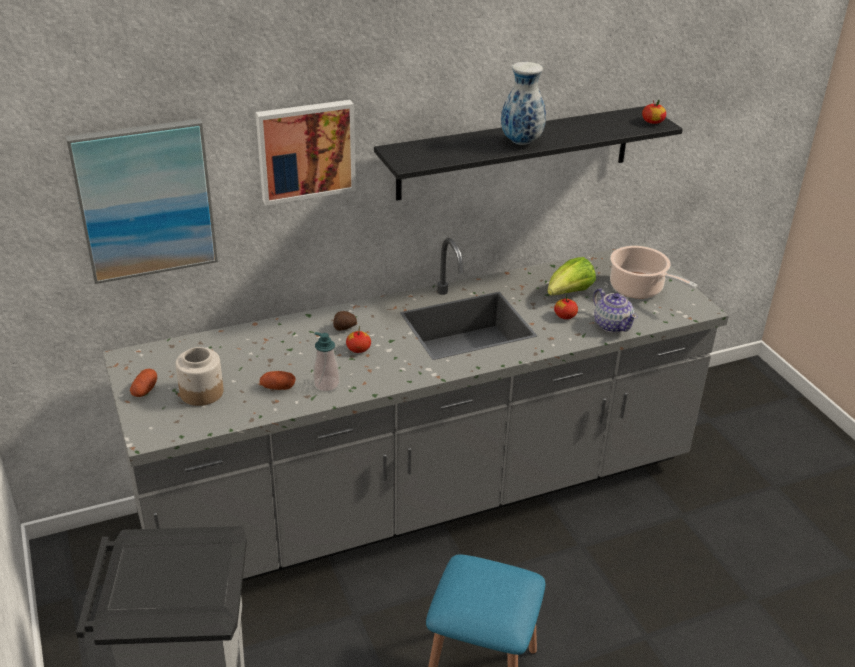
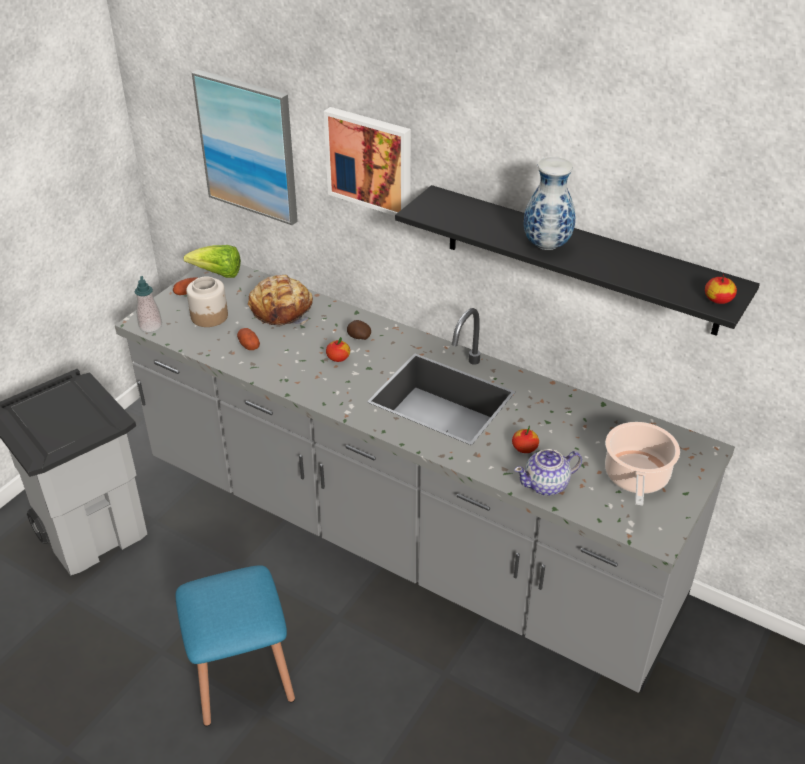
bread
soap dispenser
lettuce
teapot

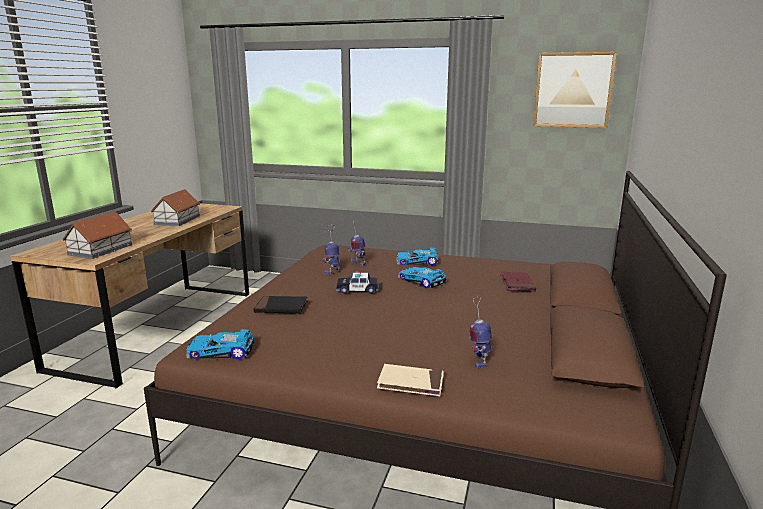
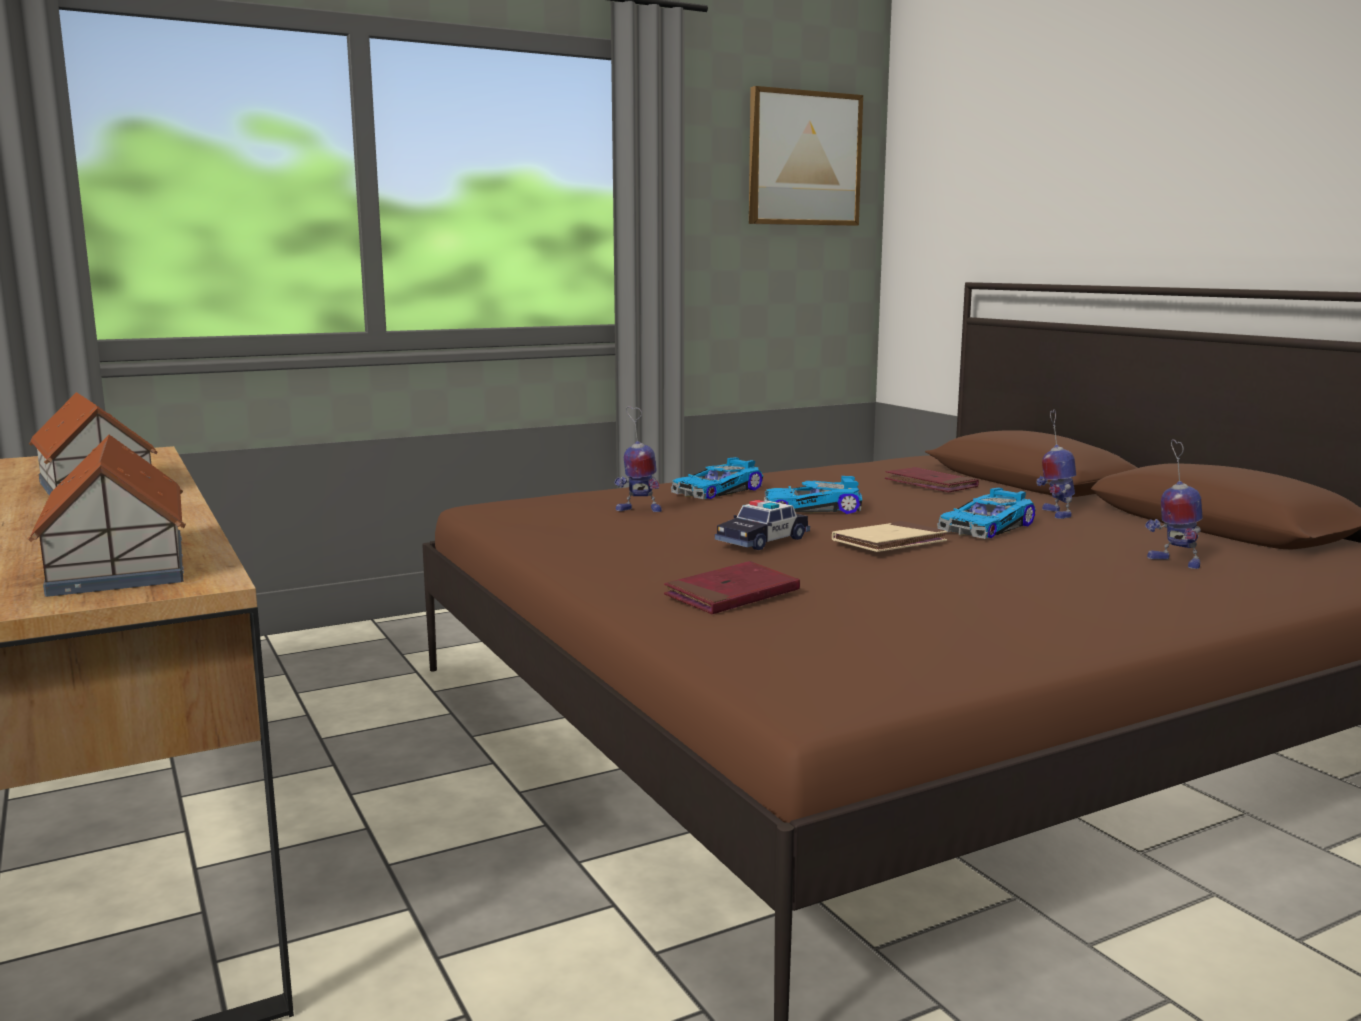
toy car (4th from left)
toy robot (2nd from left)
bound book (beige-coloured)
bound book (red) (1st from left)

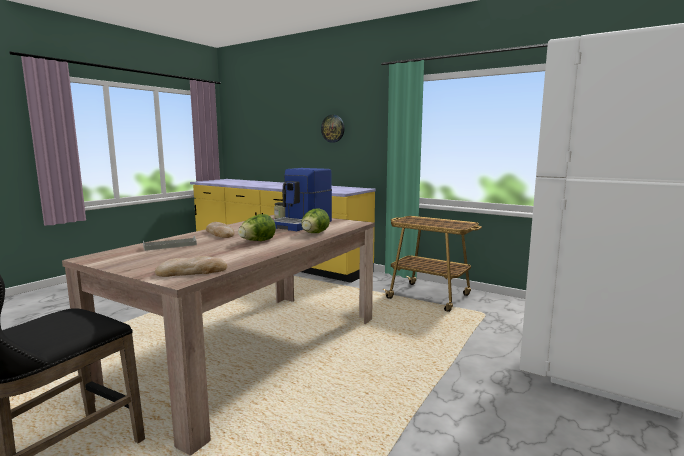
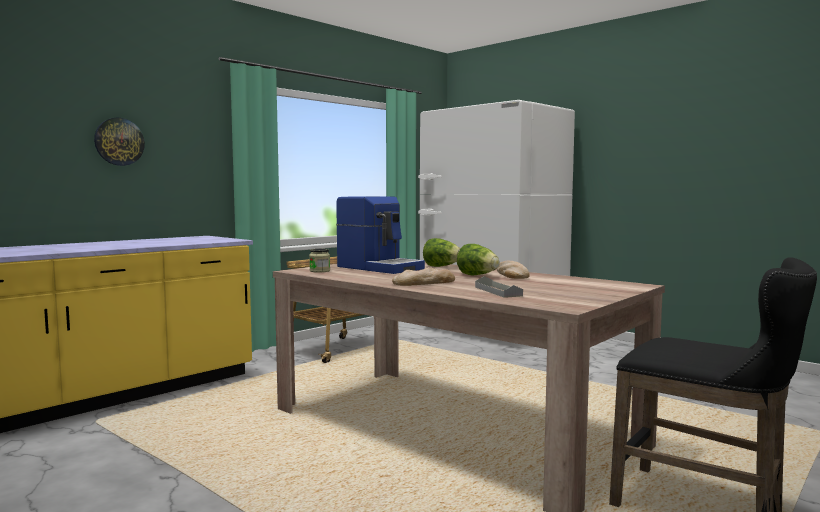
bread (2nd from left)

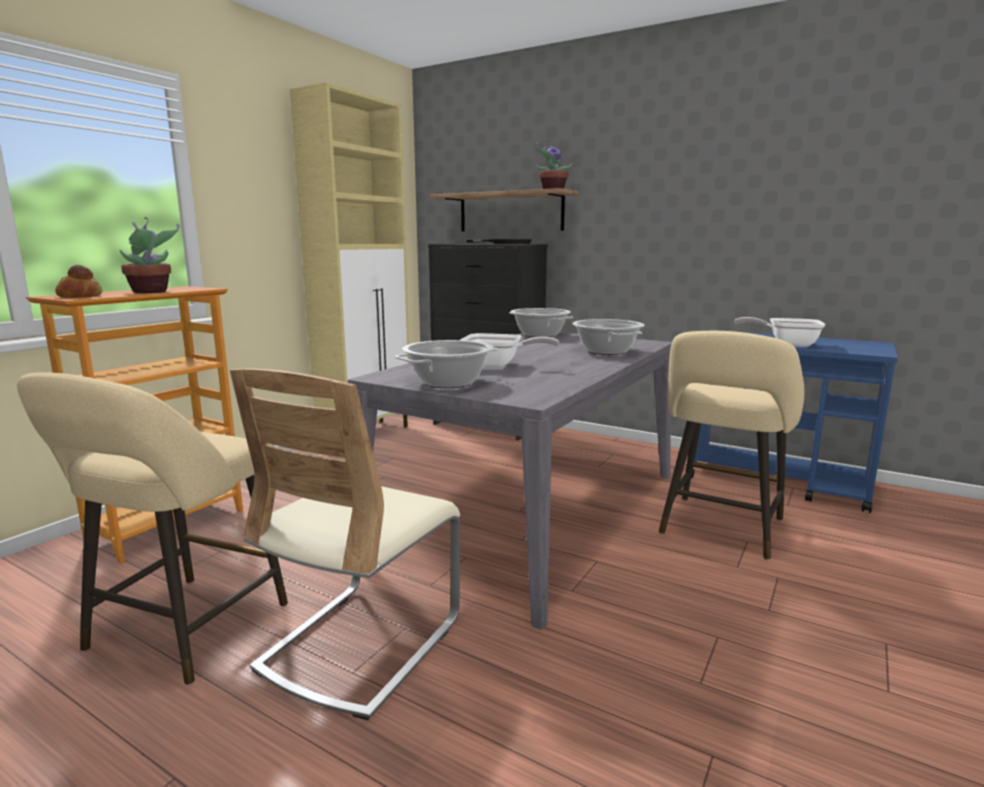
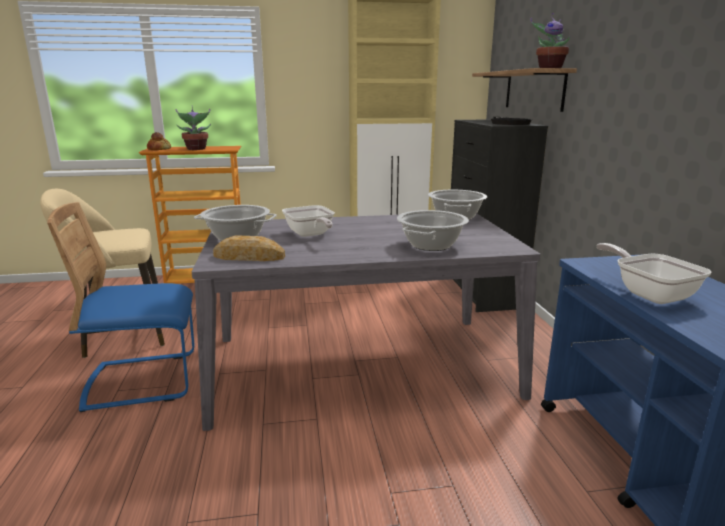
sitting stool (beige-coloured) (2nd from left in the first image)
bread (2nd from left)
plain chair (blue)

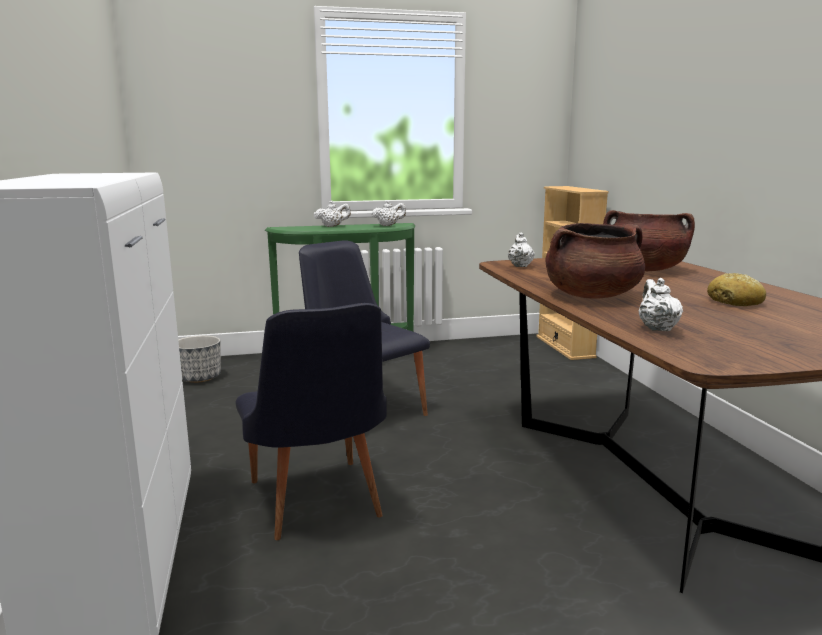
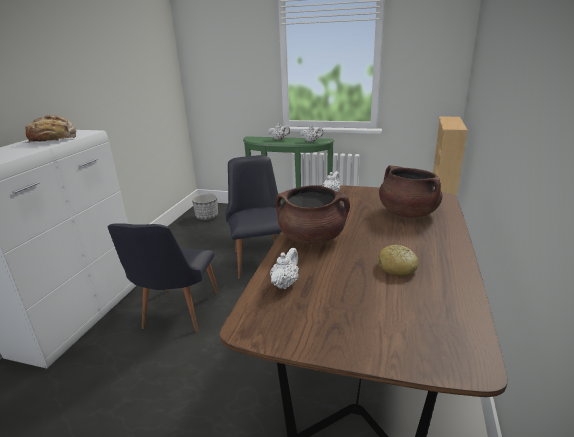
bread (1st from left)

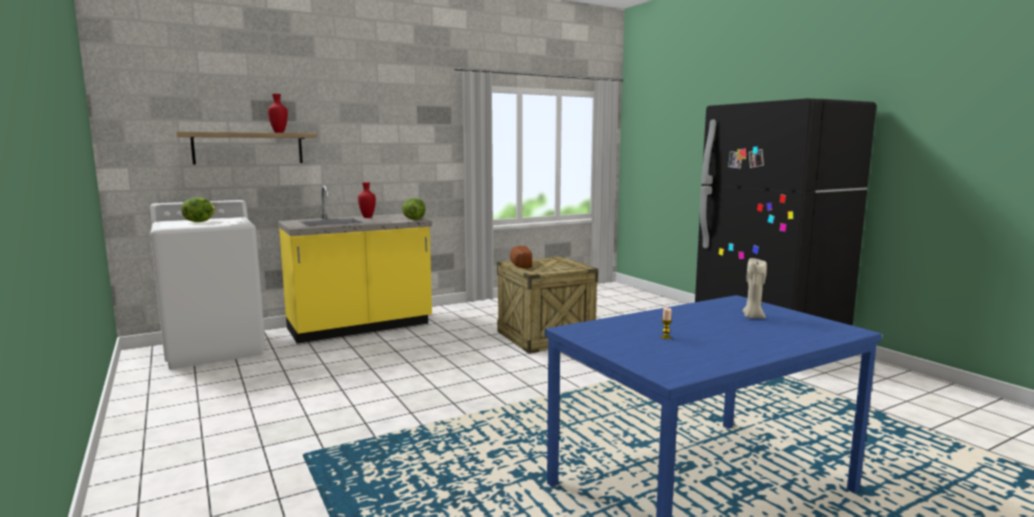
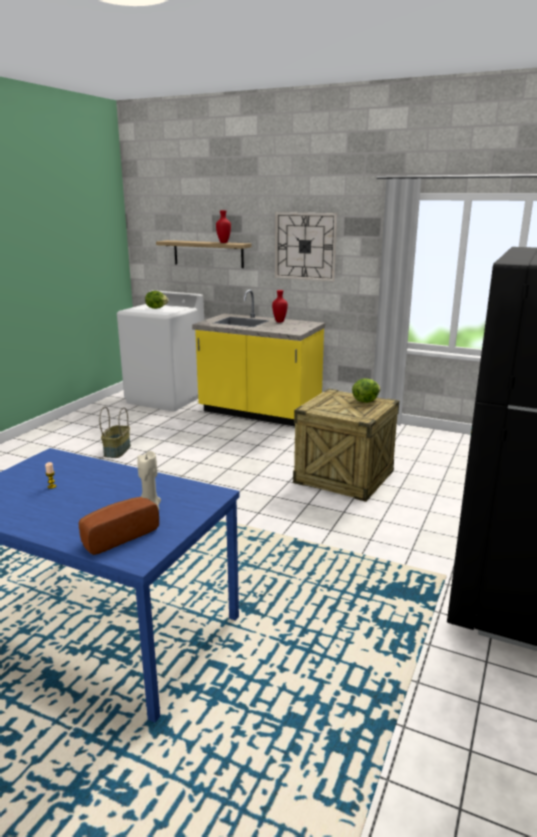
household basket
clock on the wall
lettuce (2nd from left)
bread

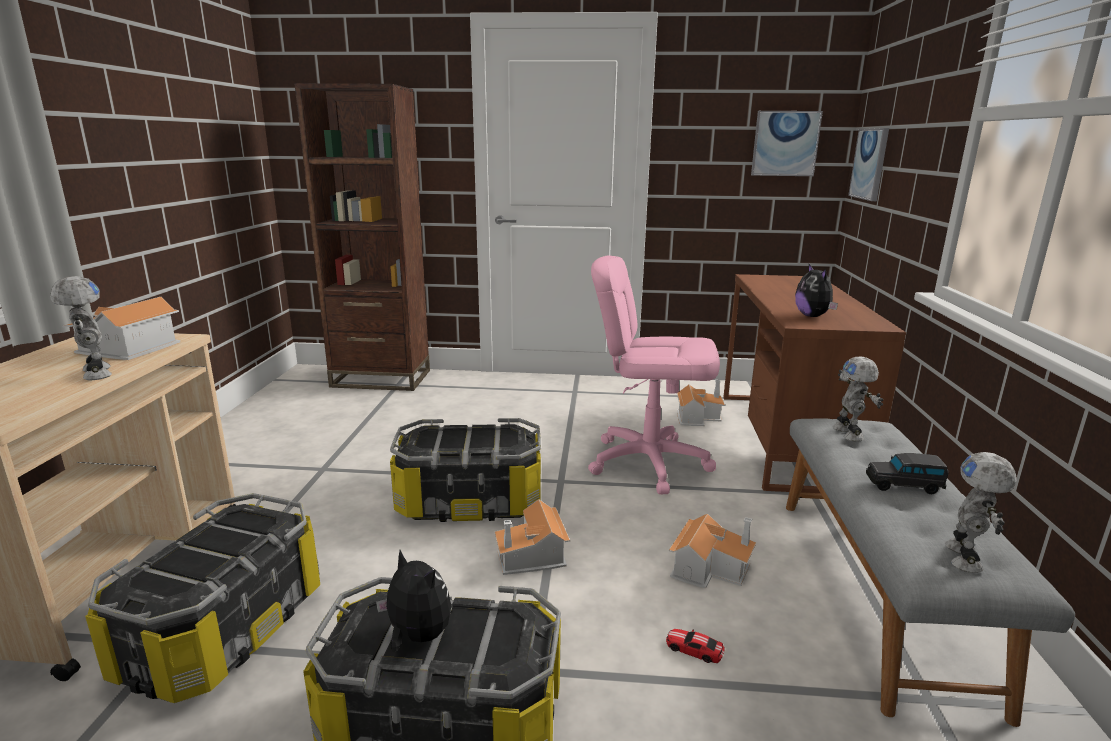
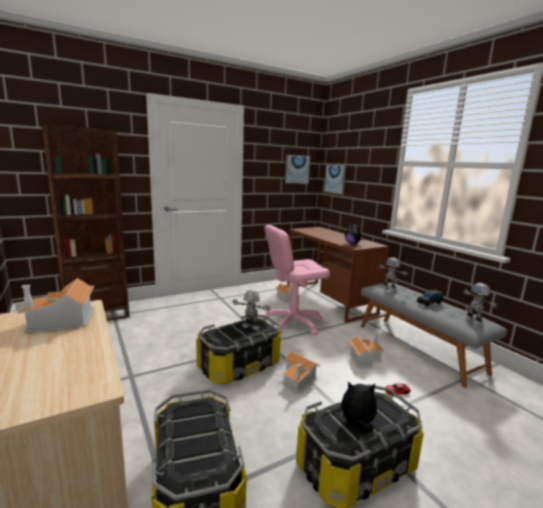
toy robot (1st from left)

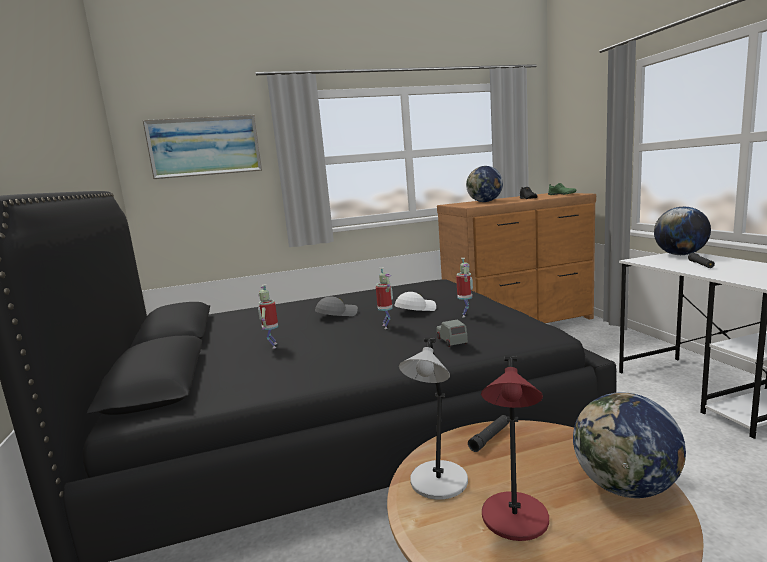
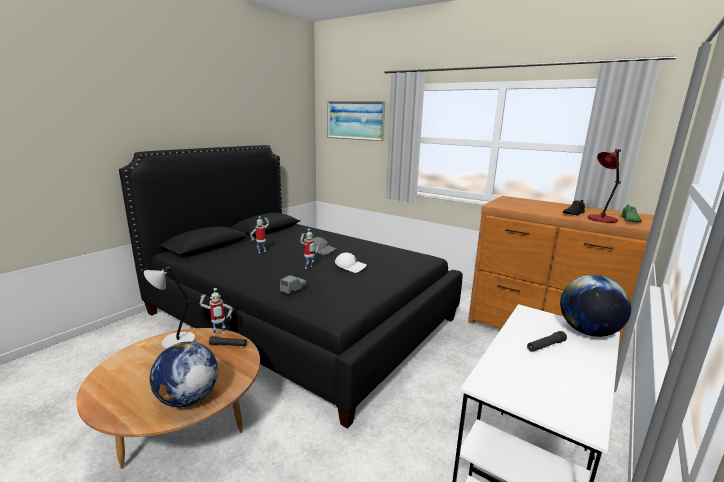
desk globe (1st from left in the first image)
toy robot (1st from left)
tabletop lamp (red)

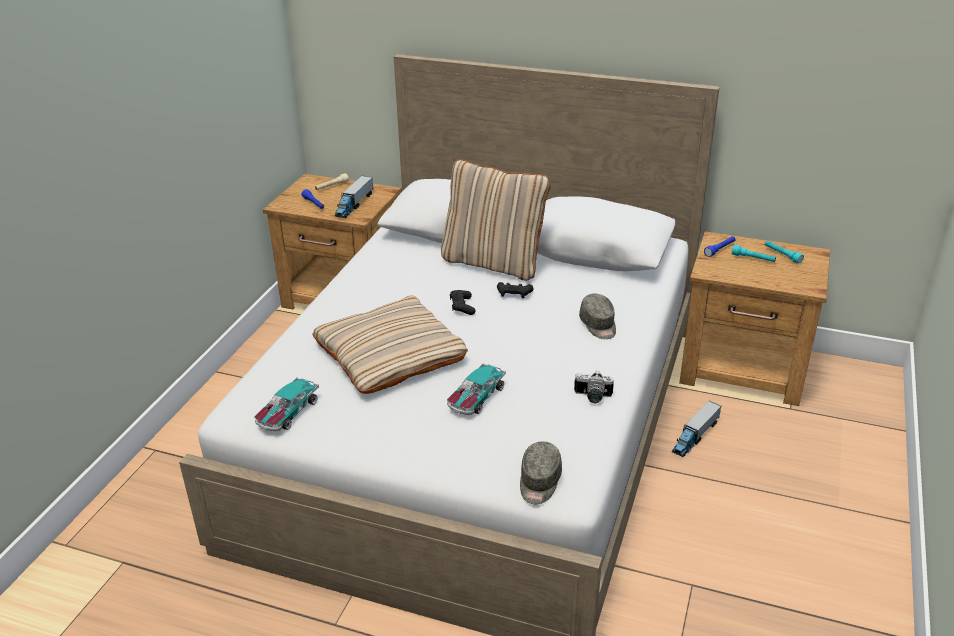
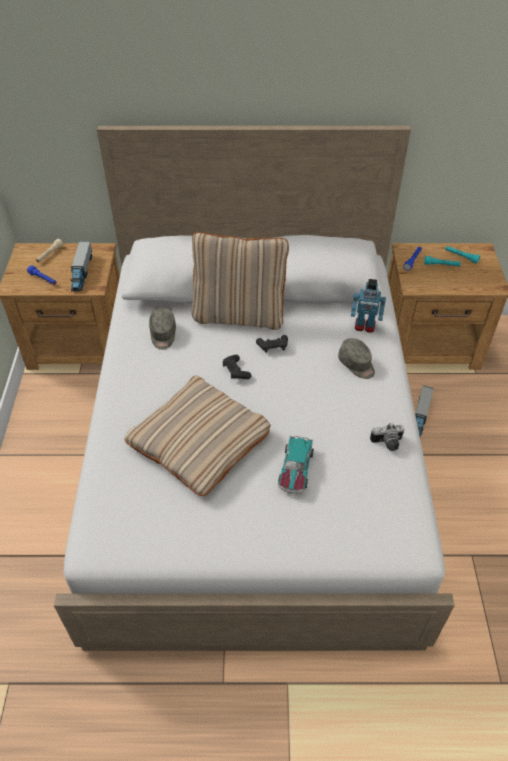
toy car (1st from left in the first image)
toy robot
cap (greyish) (1st from left)

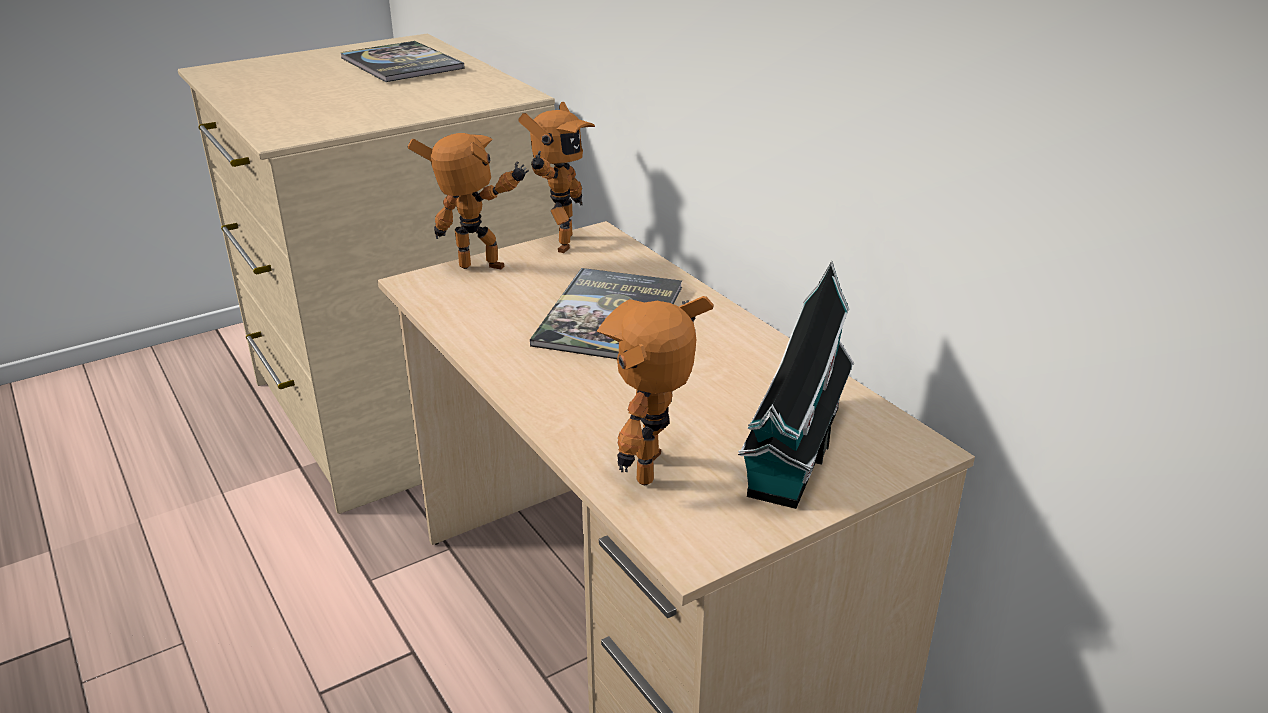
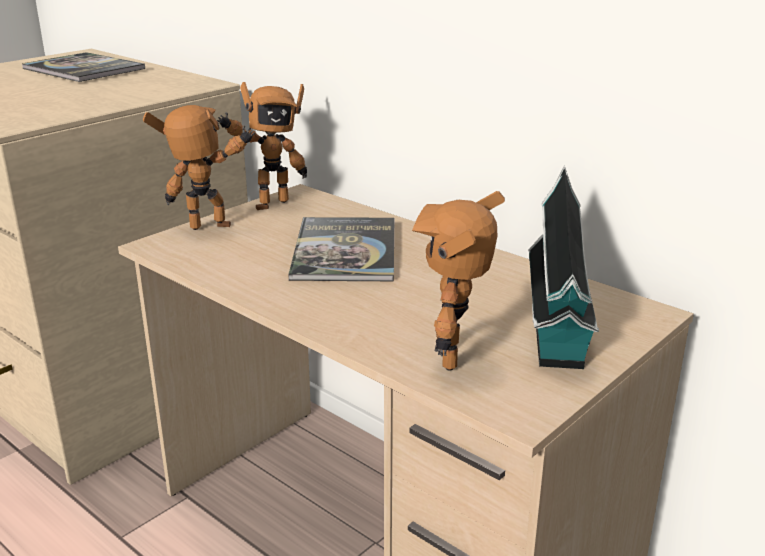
toy robot (2nd from left)

